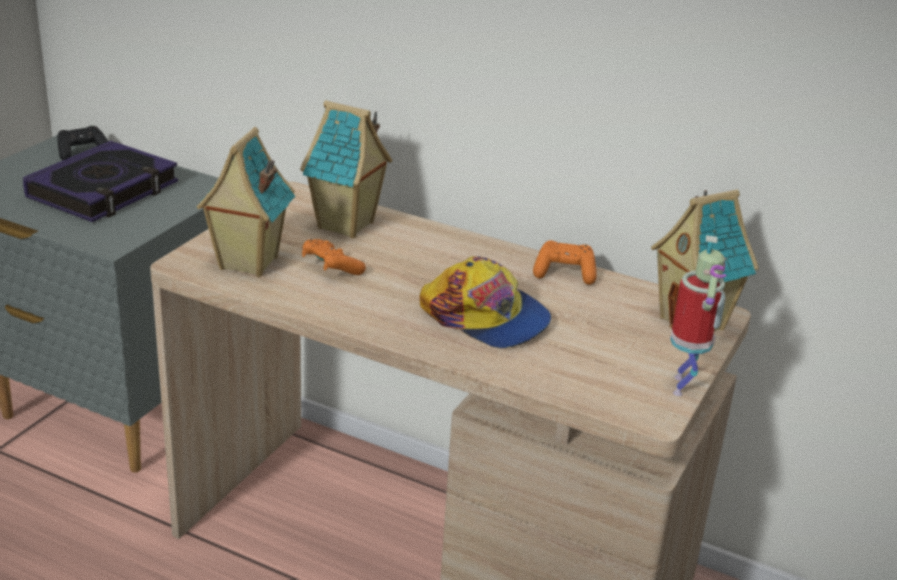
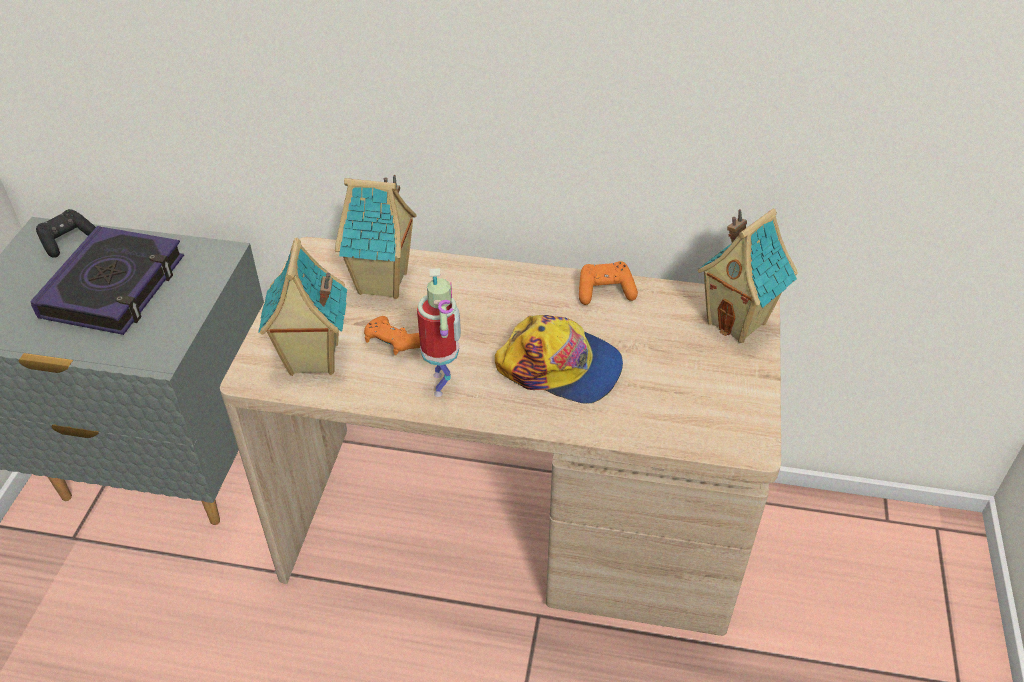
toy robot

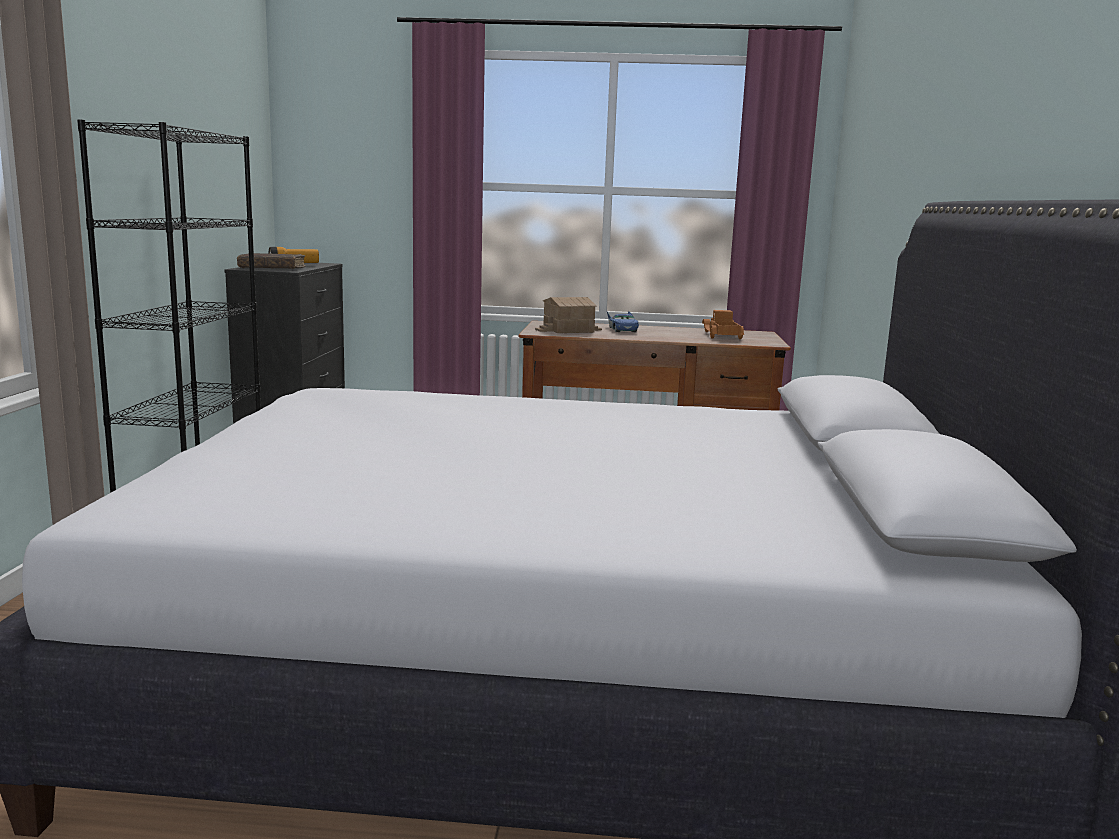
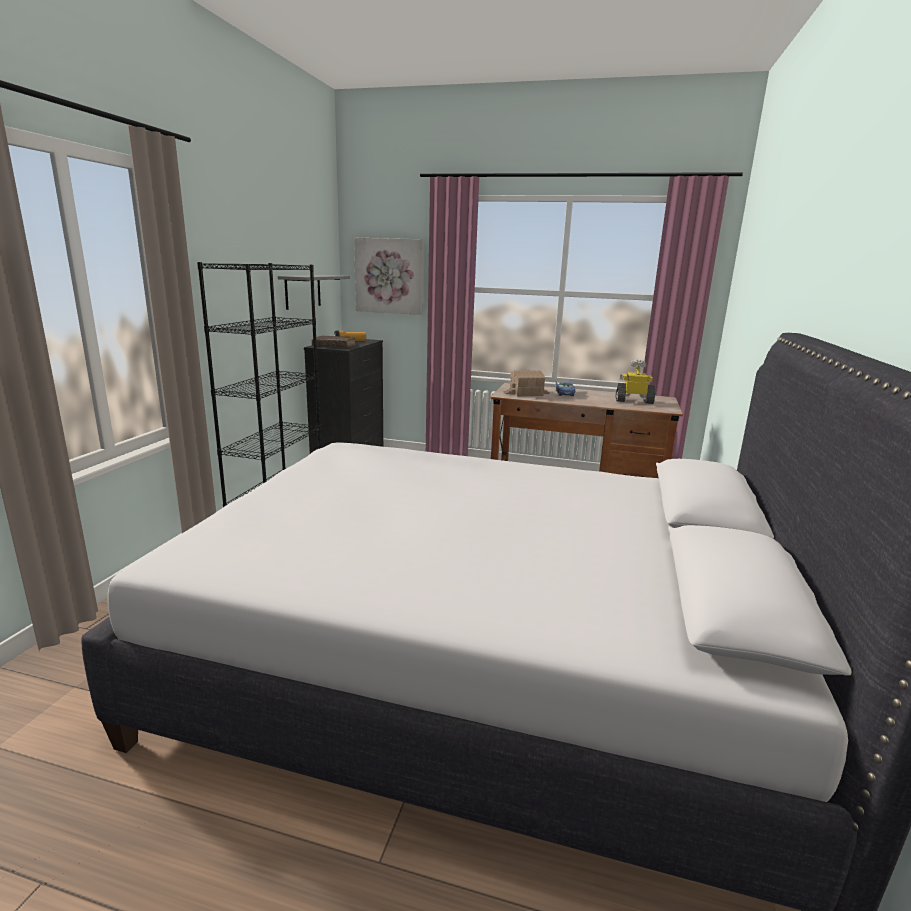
bracket shelf (greyish)
wall art
toy robot

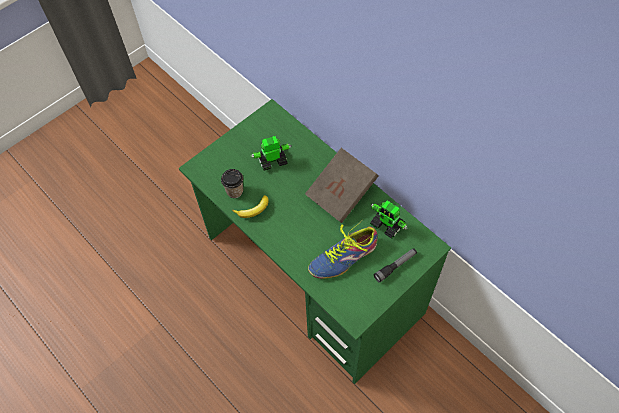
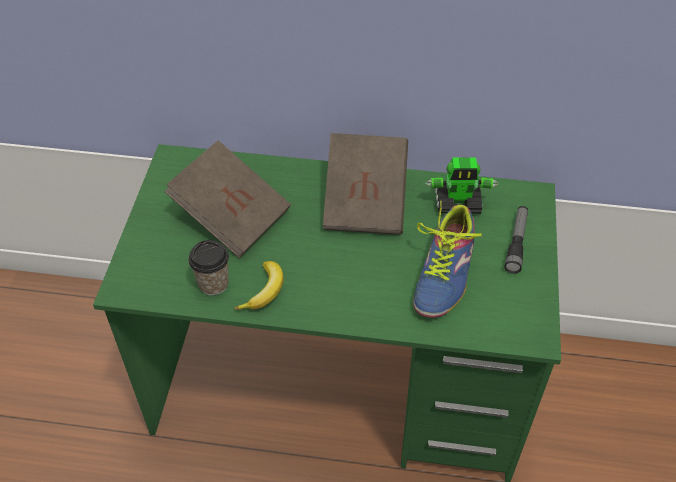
bound book (brown-coloured) (1st from left)

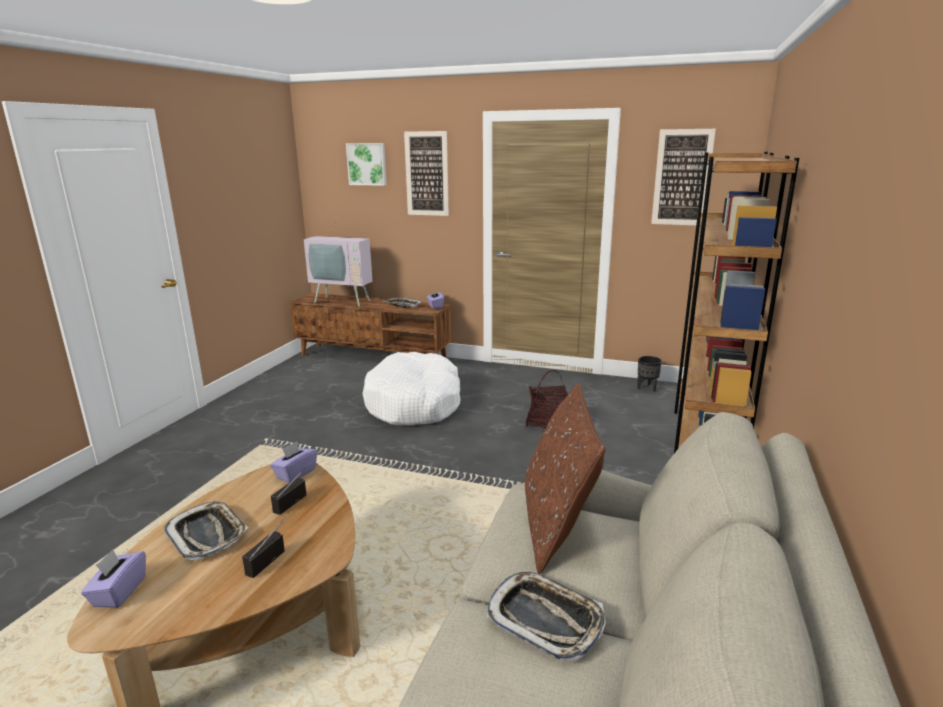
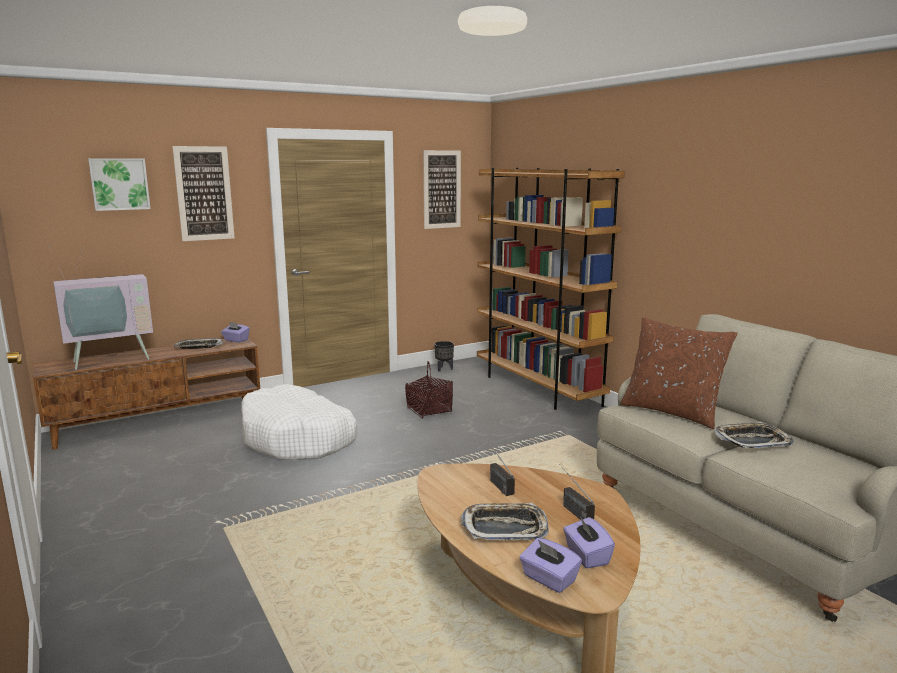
box of tissues (purple) (3rd from left)

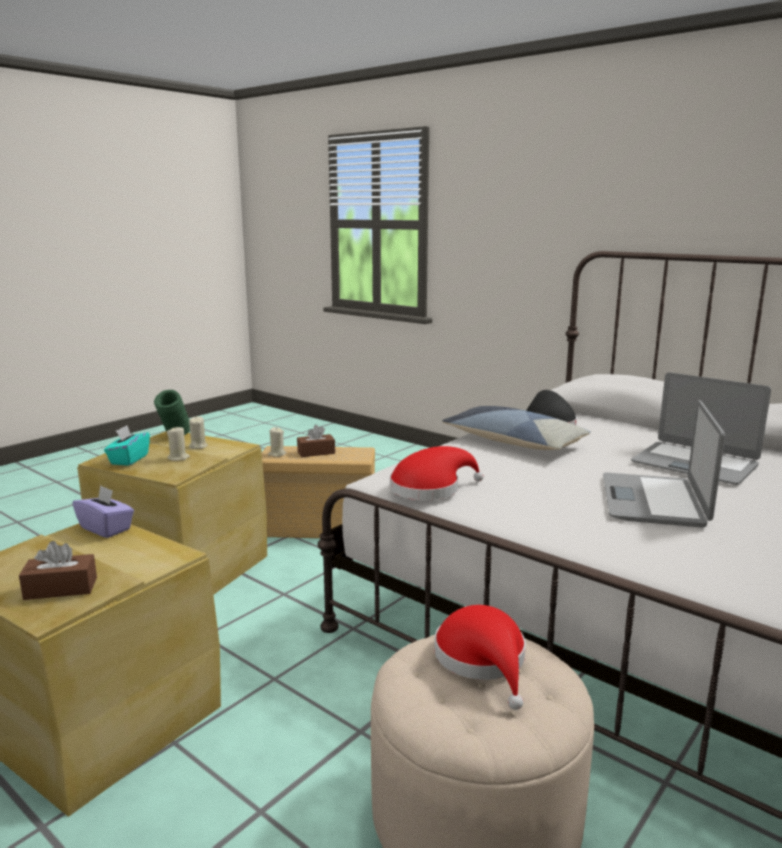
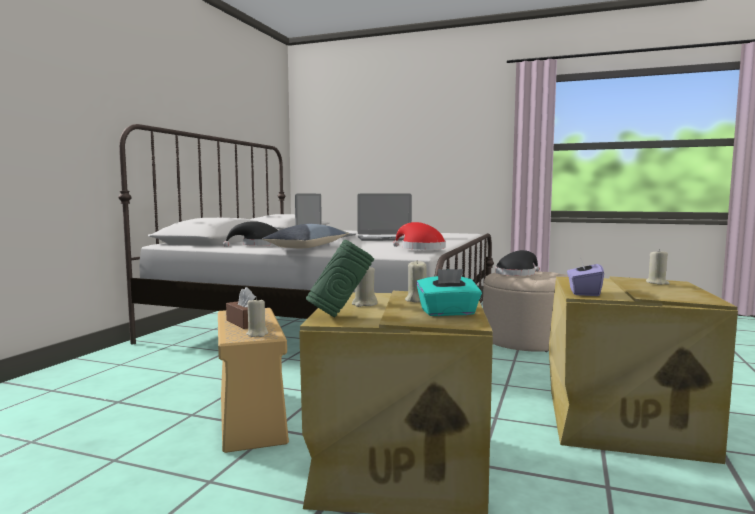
wax candle (beige-coloured) (4th from left)
hat (black) (2nd from left)

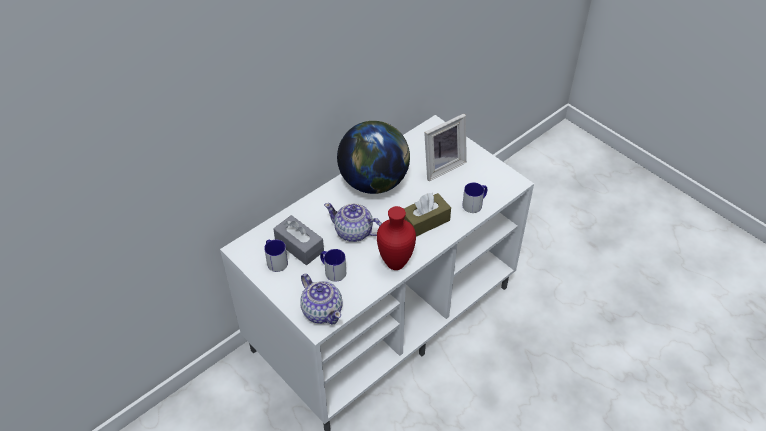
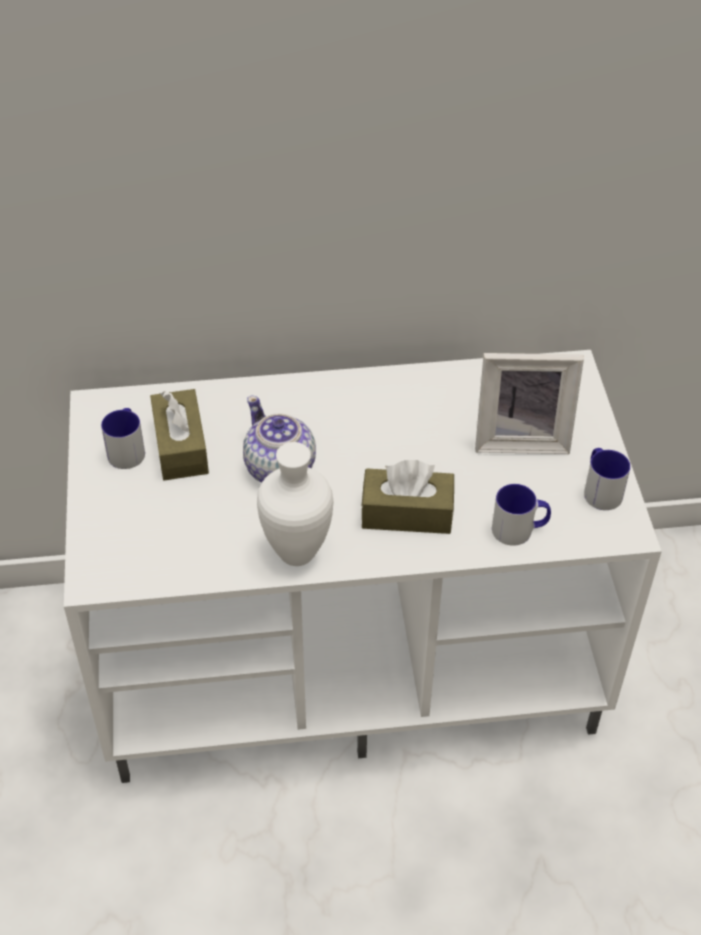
teapot (1st from left in the first image)
desk globe
mug (3rd from left)
box of tissues (brown-coloured) (1st from left)
vase (white)

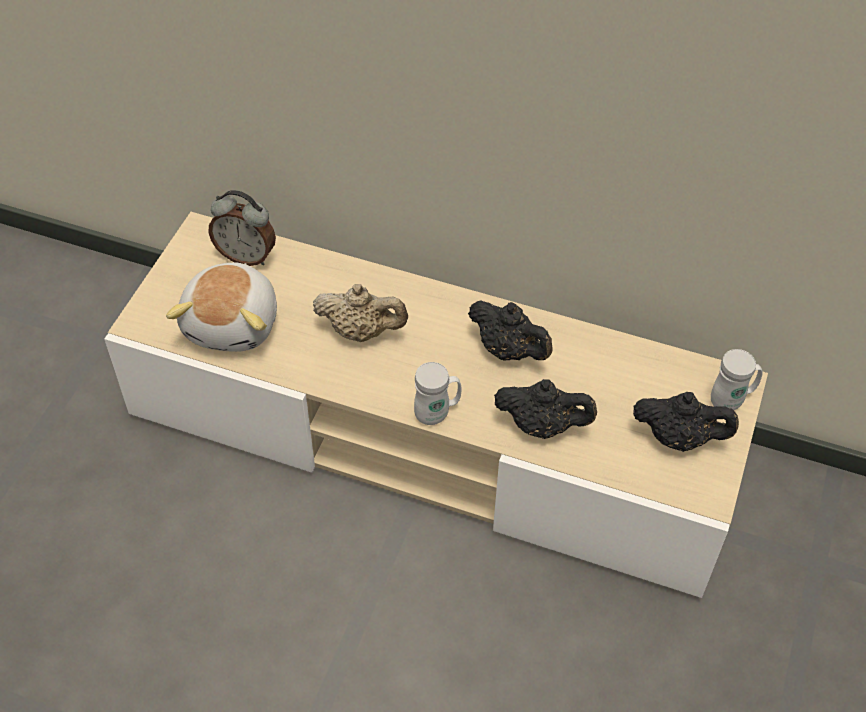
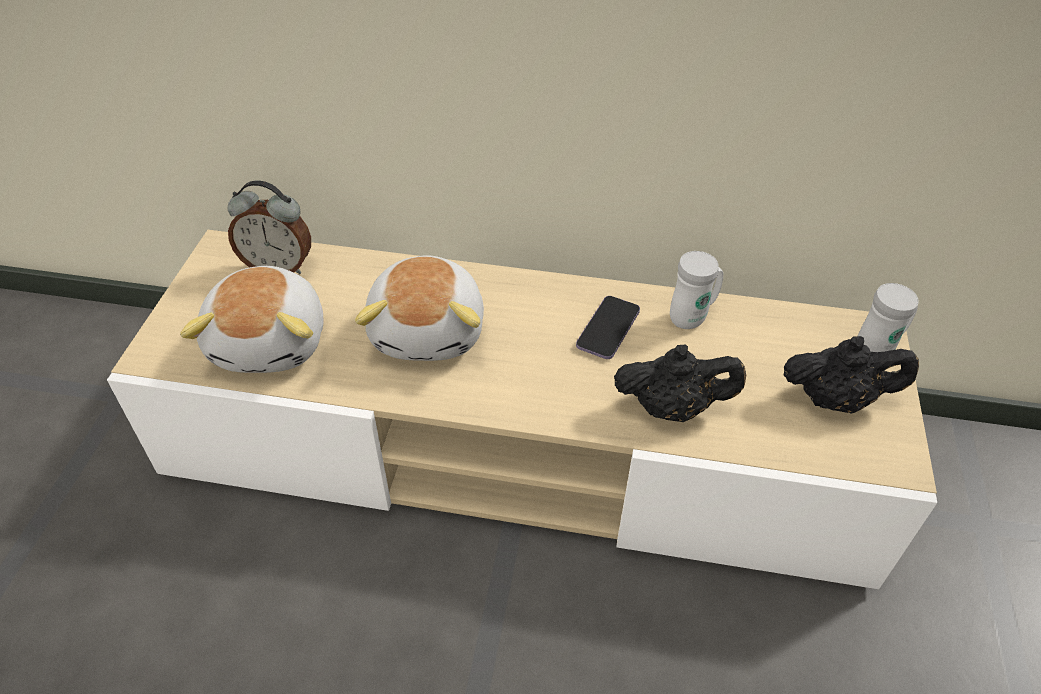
mug (white) (1st from left)
soft toy (2nd from left)
telephone

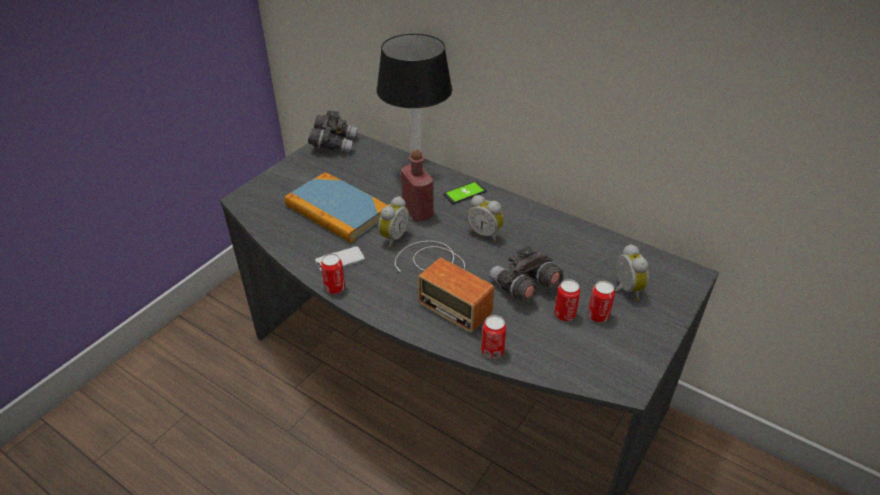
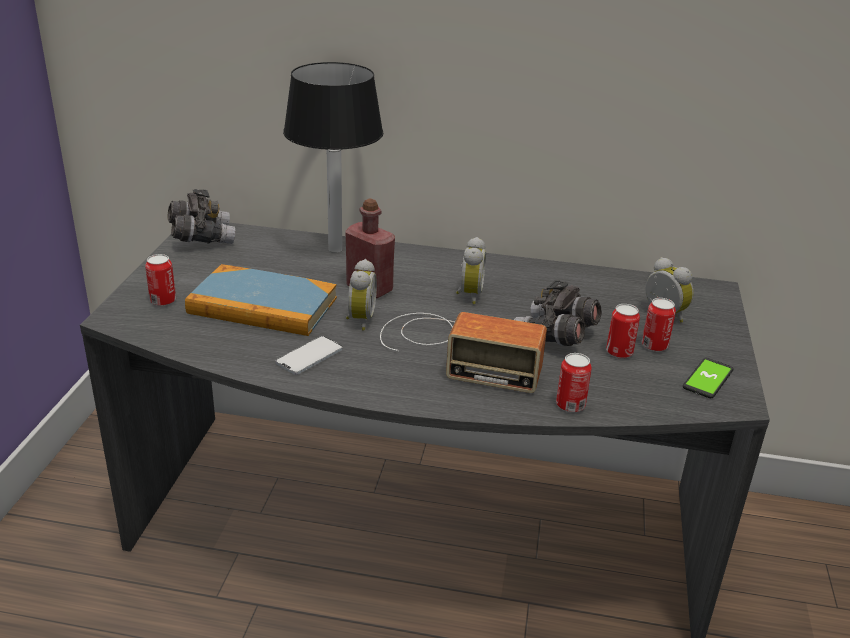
metal can (1st from left)
telephone (2nd from left)
table clock (2nd from left)

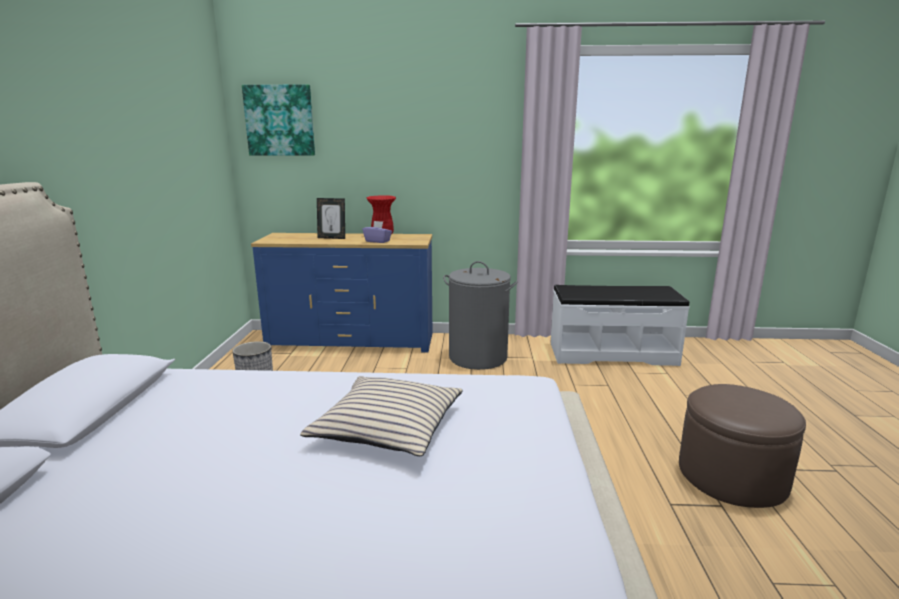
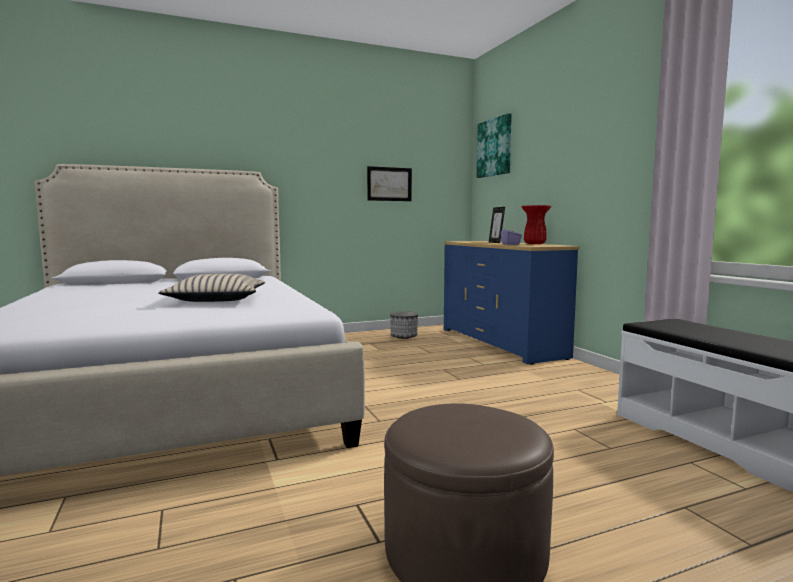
washing basket (greyish)
wall art (1st from left)

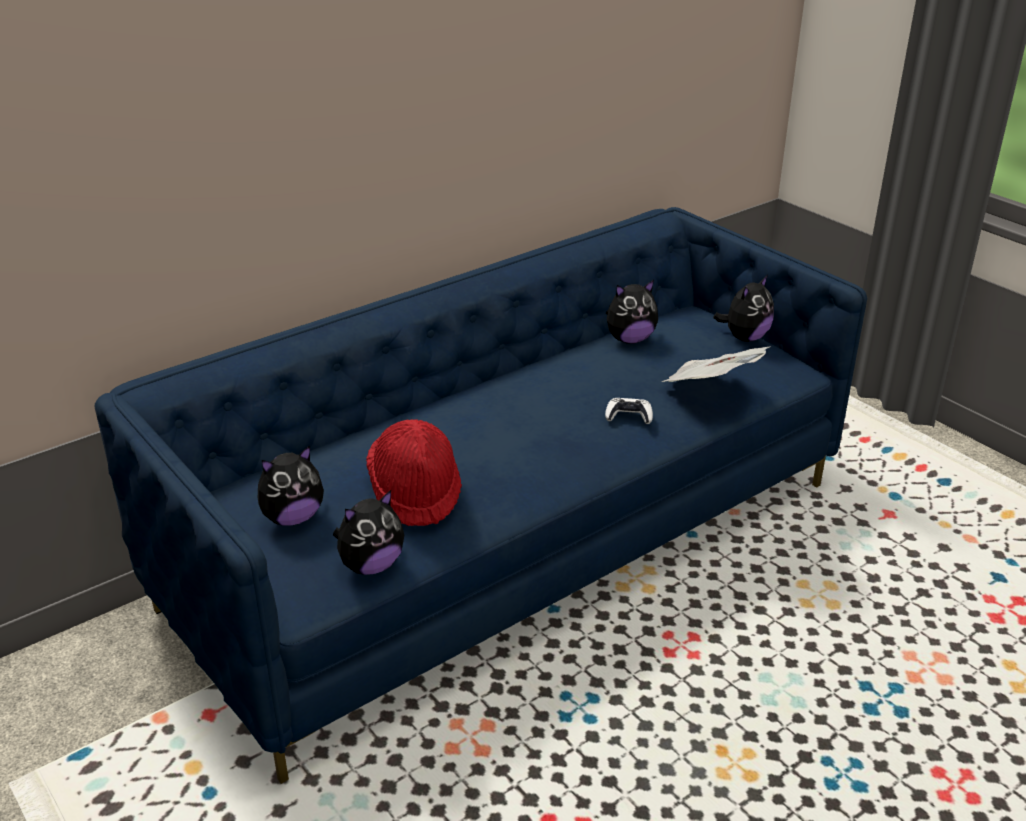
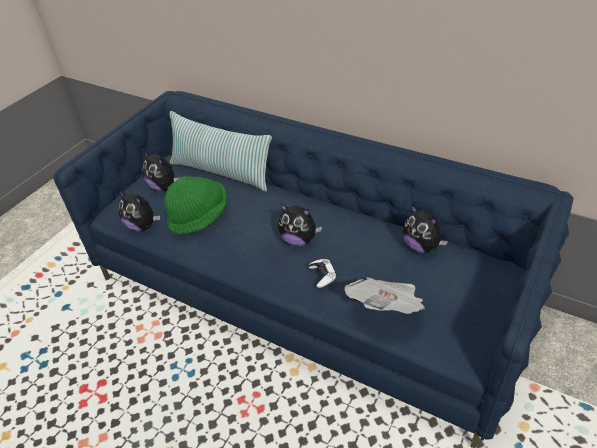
throw pillow
soft toy (3rd from left)
hat (green-coloured)

